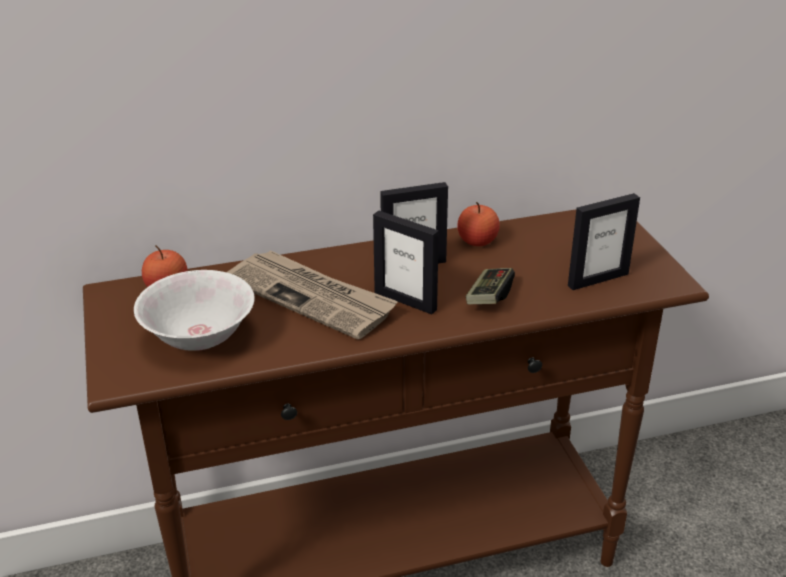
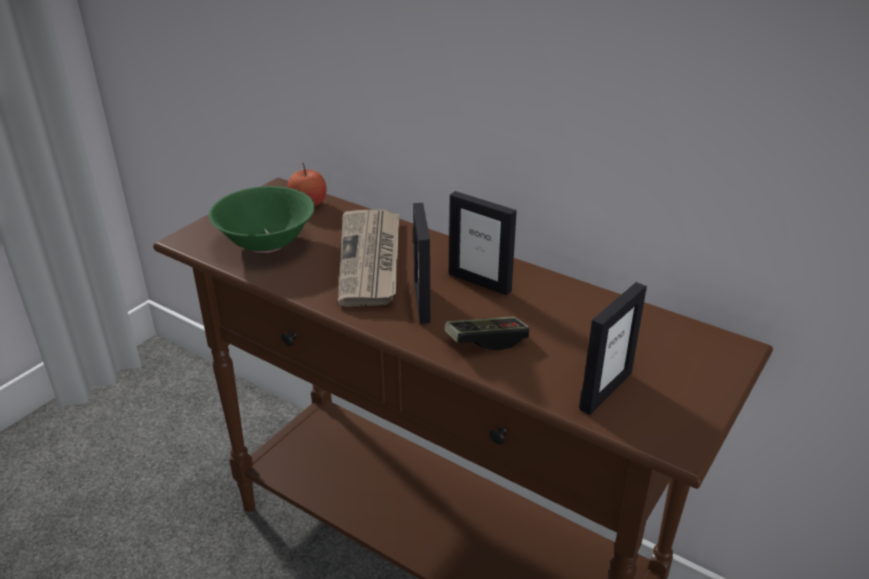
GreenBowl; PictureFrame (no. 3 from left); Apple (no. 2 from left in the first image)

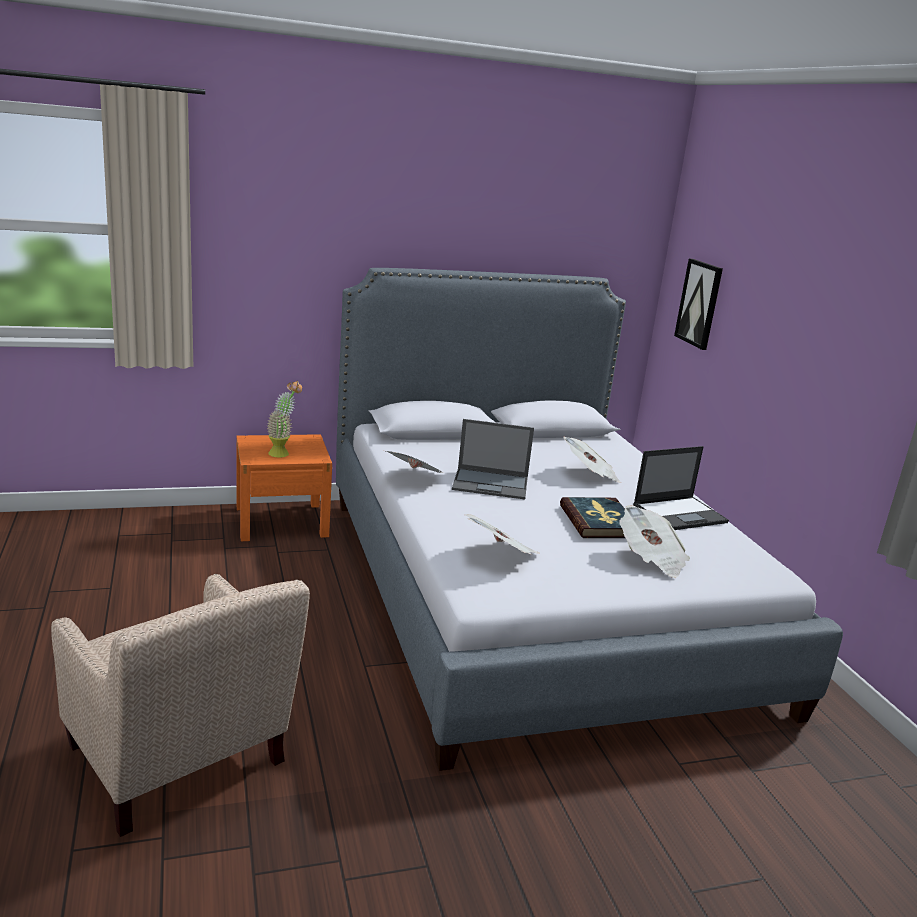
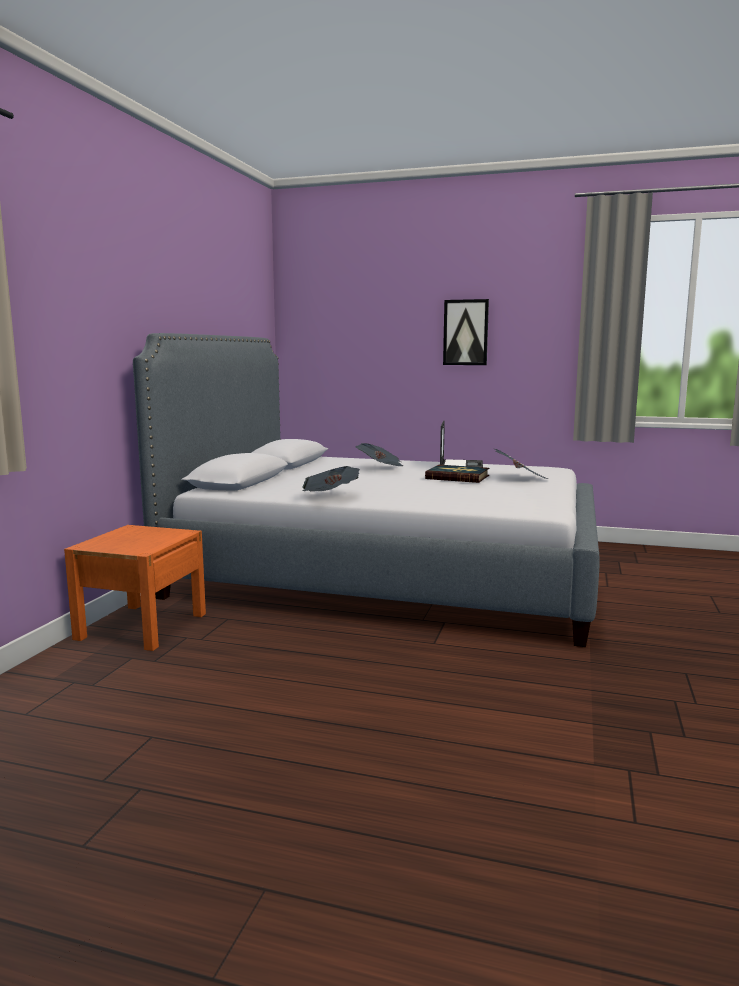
Picture; BeigeArmchair; PottedPlant; Laptop (no. 1 from left in the first image); Newspaper (no. 2 from left in the first image)

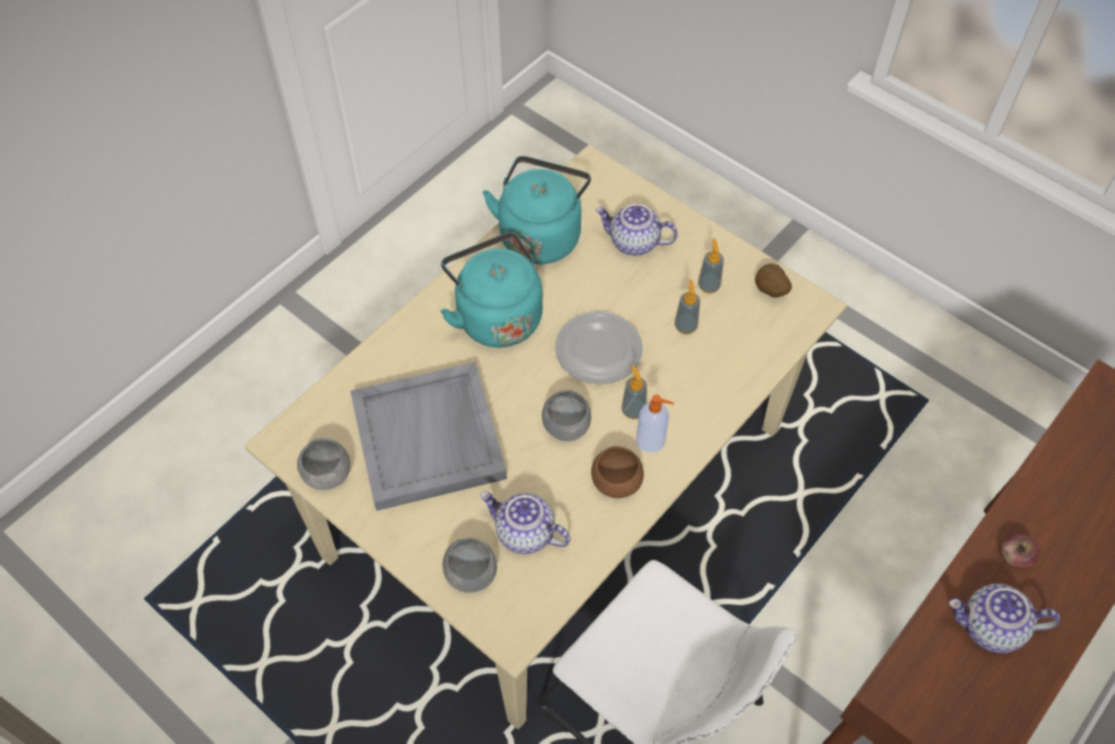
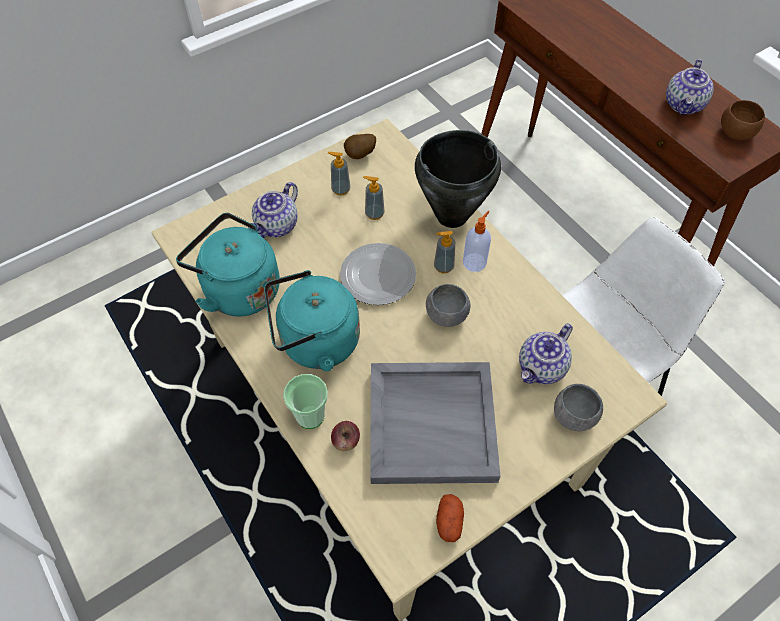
Cup; Apple; BlackCookingPot; Potato (no. 2 from left); BrownBowl

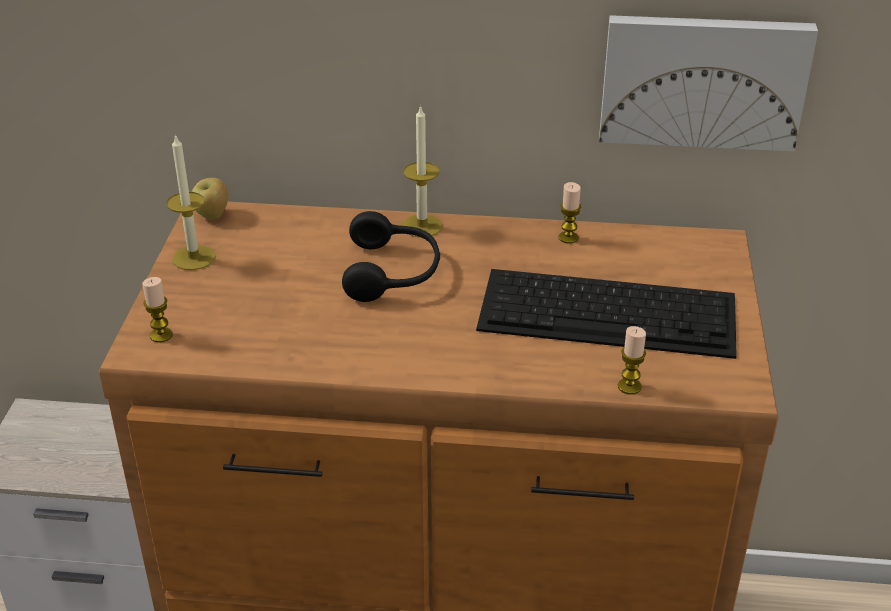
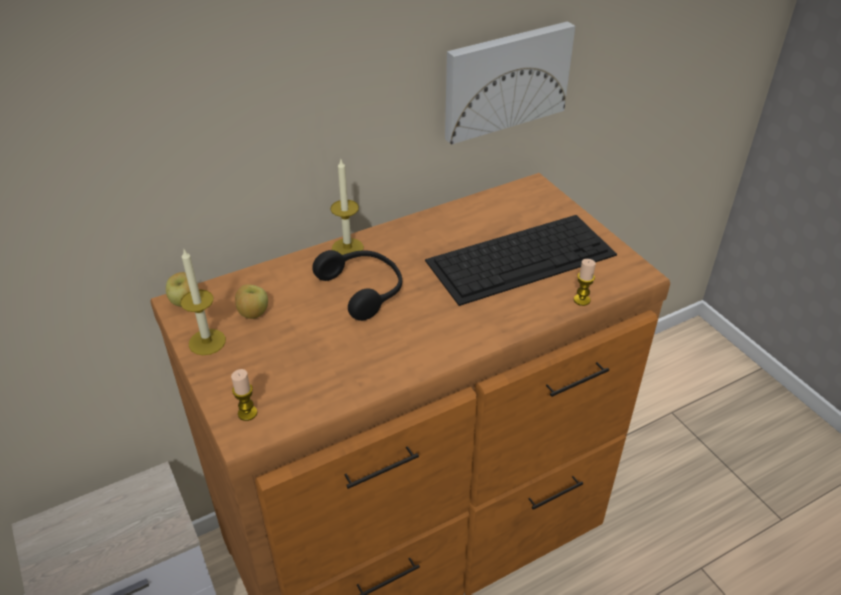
Apple (no. 2 from left); Candle (no. 4 from left in the first image)

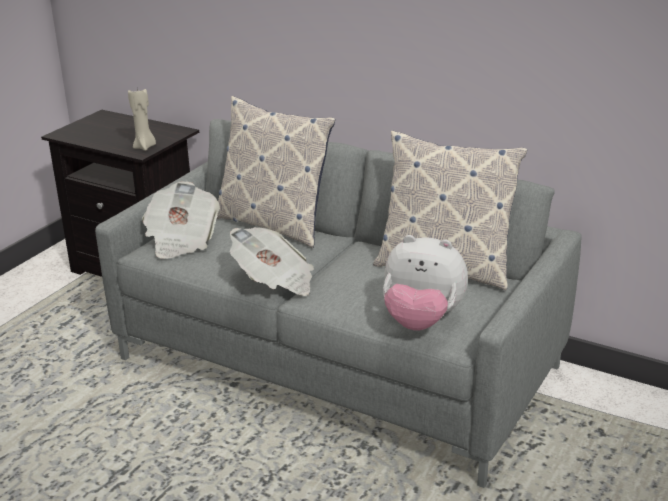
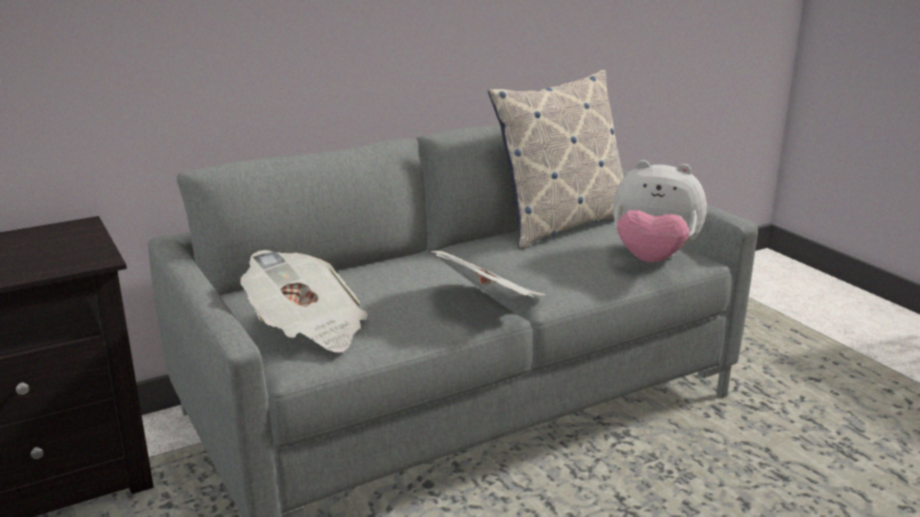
PlushToy; BeigeCandle; Pillow (no. 1 from left in the first image)

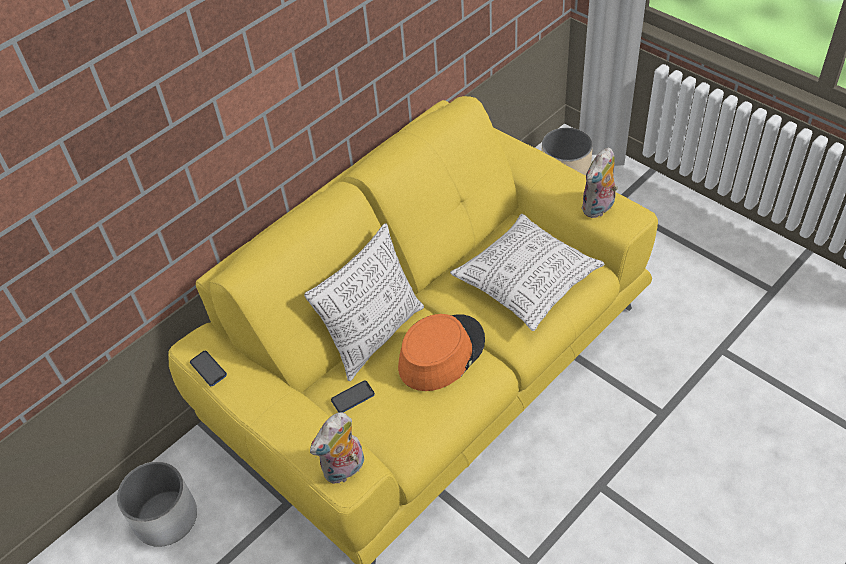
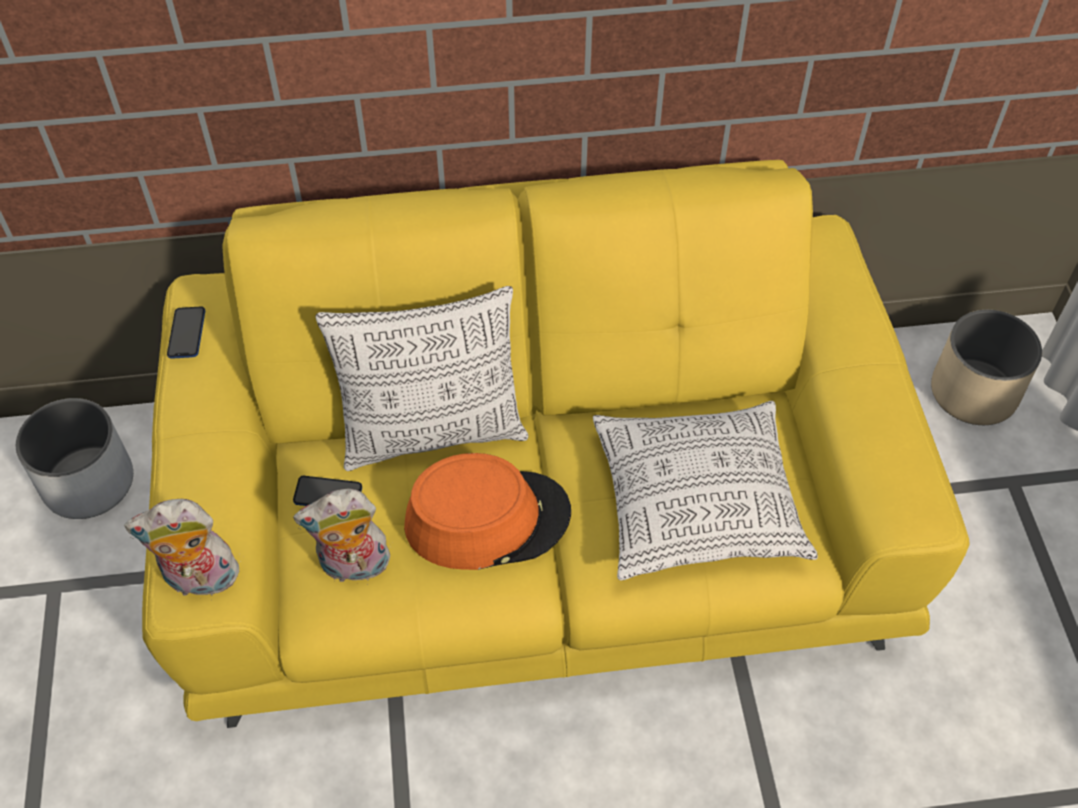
PlushToy (no. 2 from left)

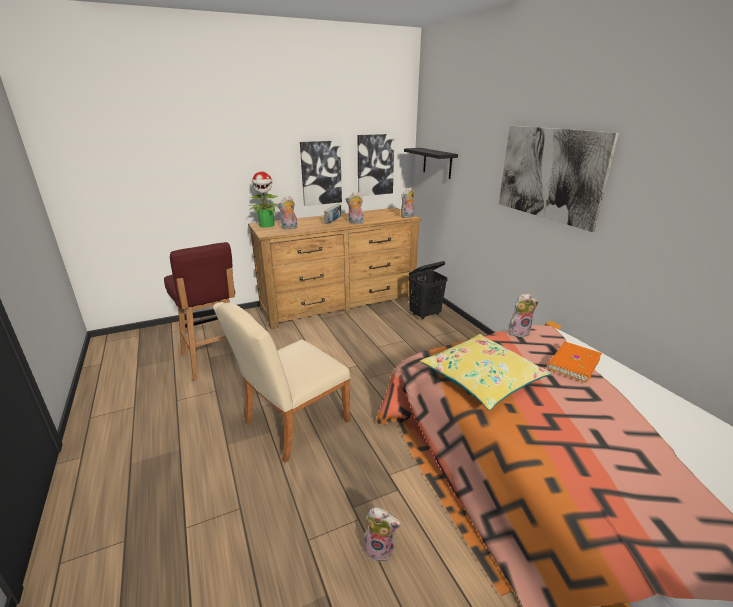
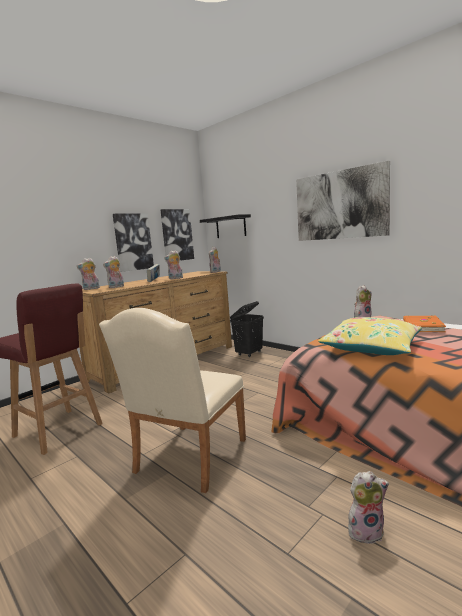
PlushToy (no. 1 from left)

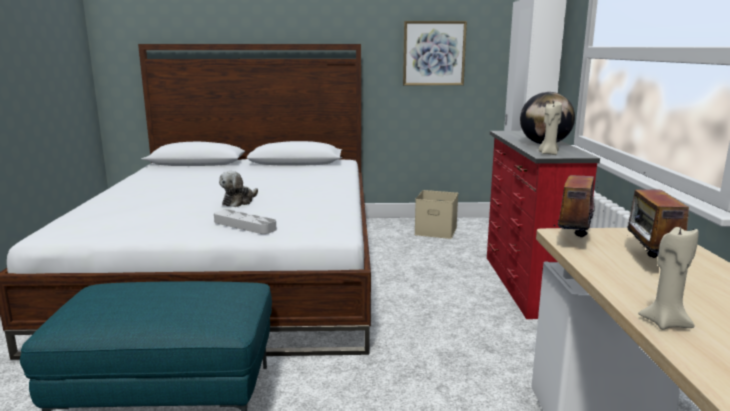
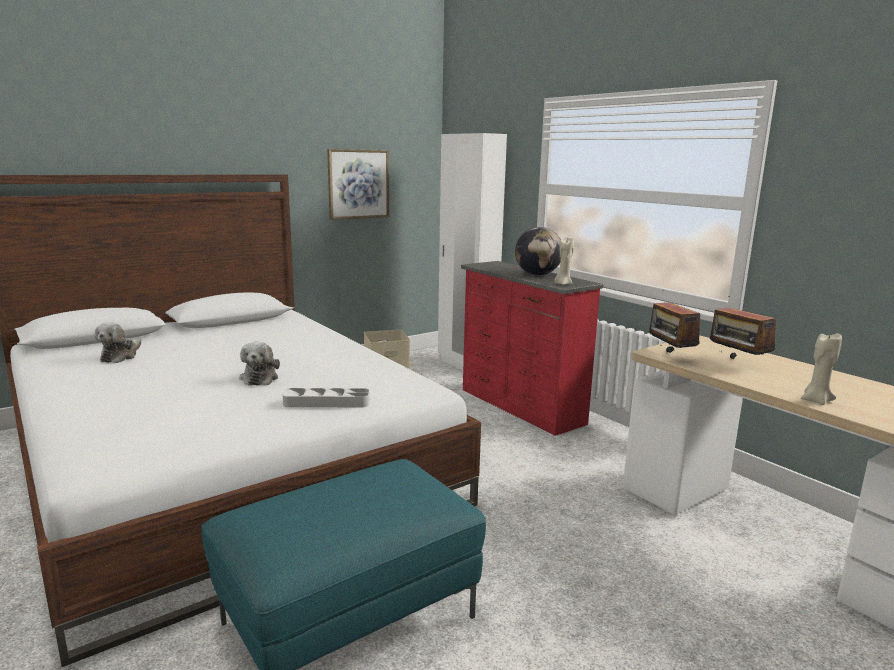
PlushToy (no. 1 from left)

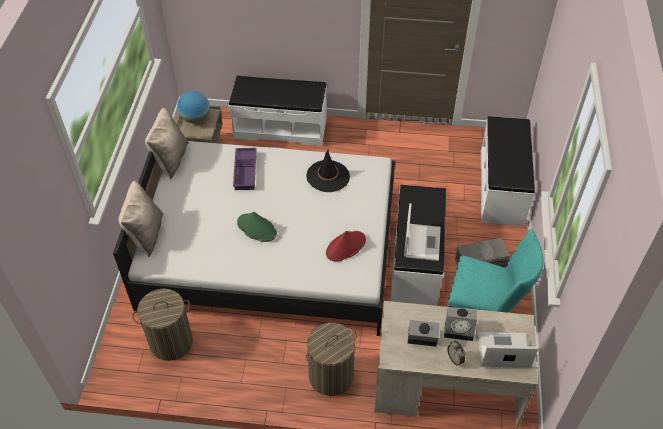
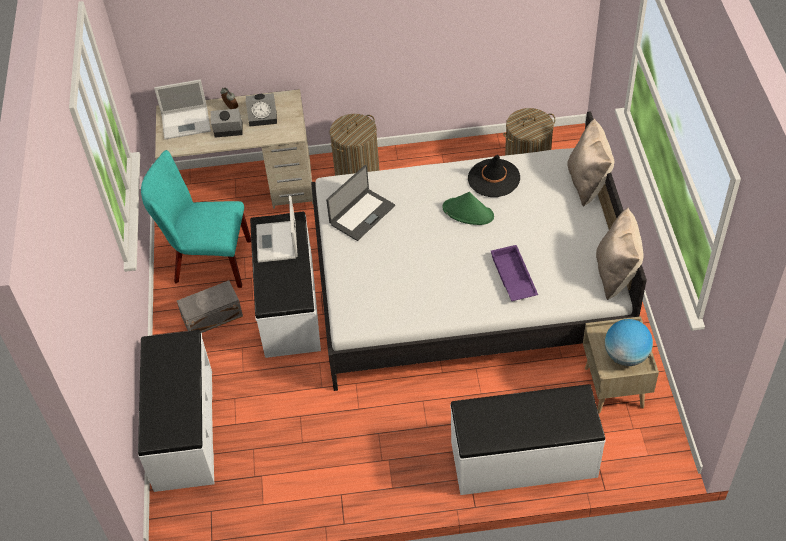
Laptop (no. 3 from left); BlackHat

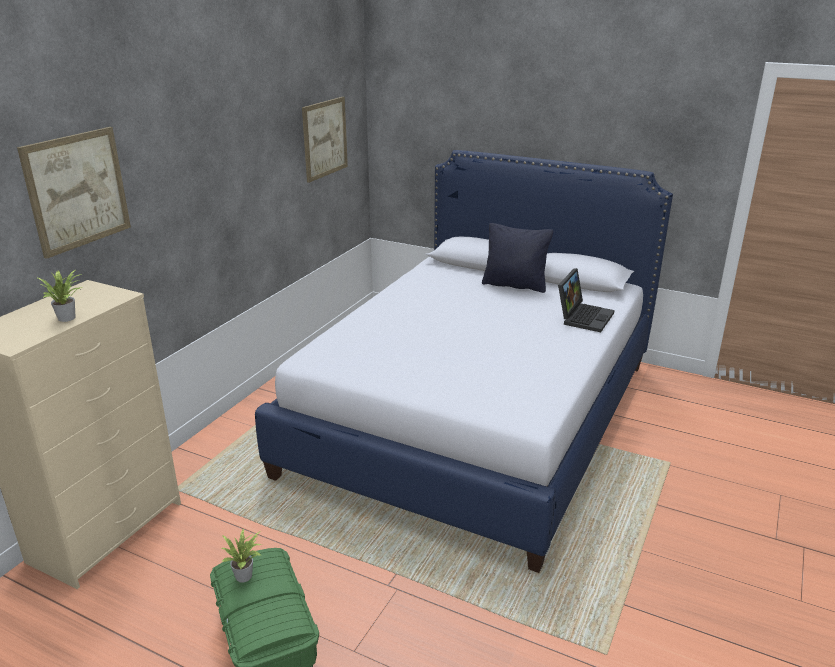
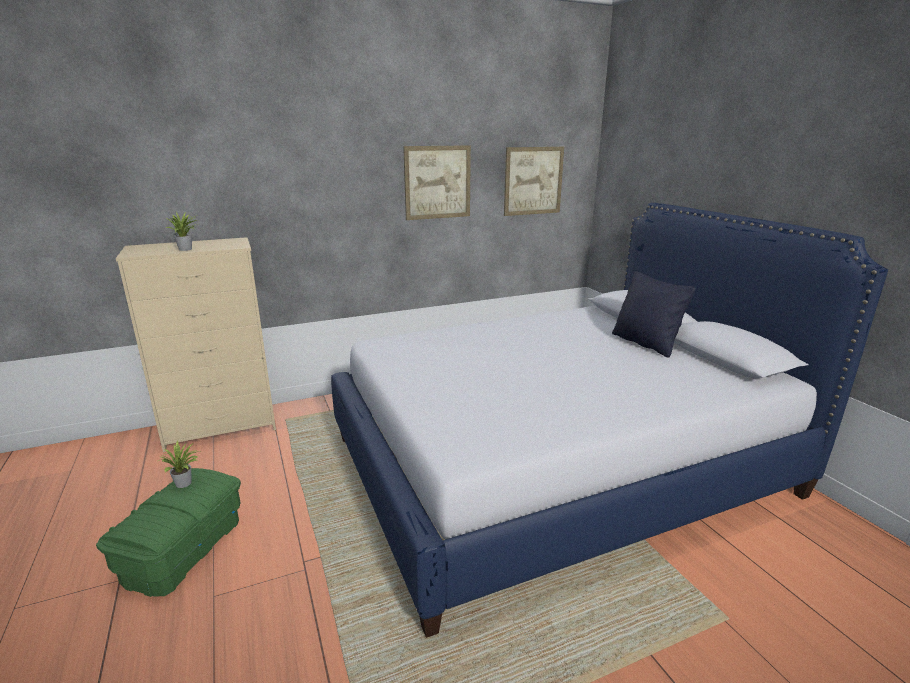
Picture (no. 1 from left); Laptop

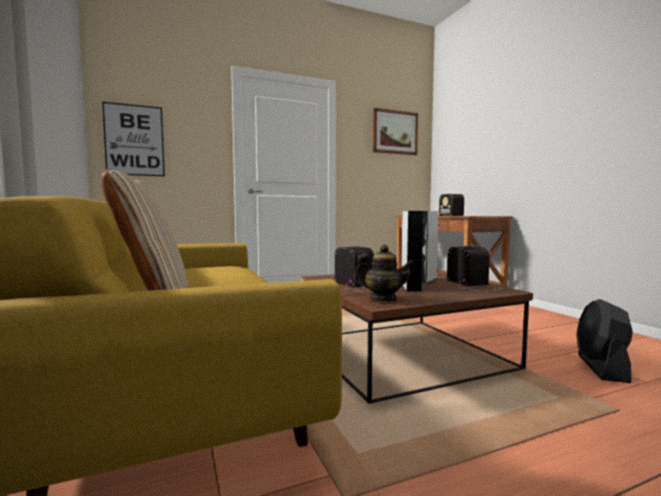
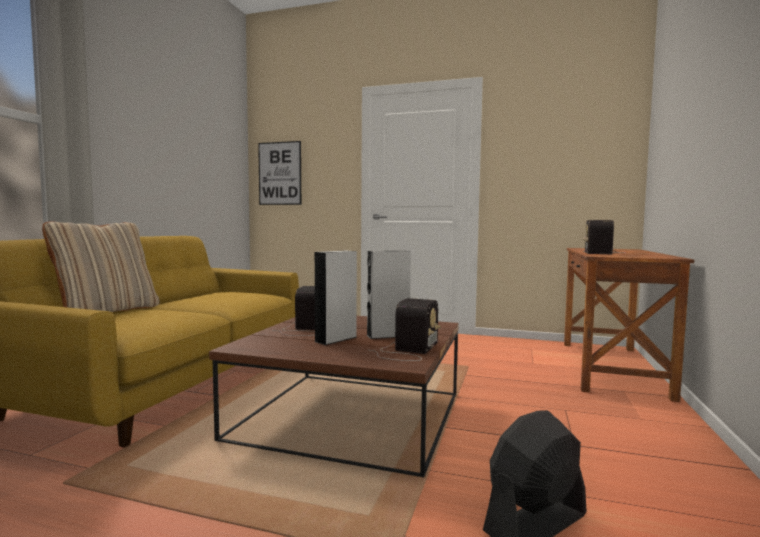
Teapot; Picture (no. 2 from left in the first image)

